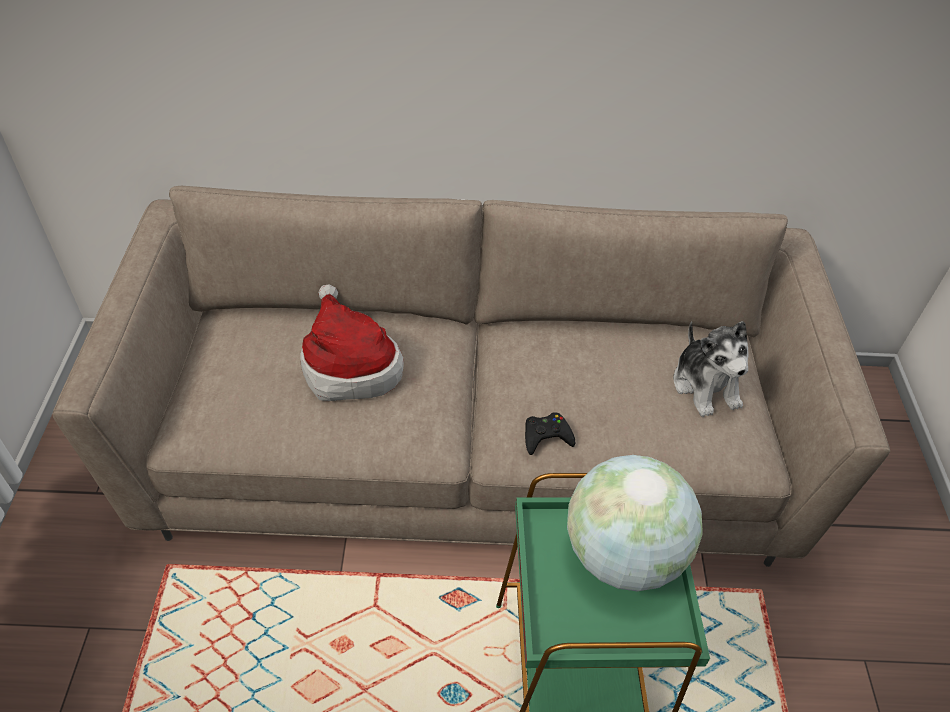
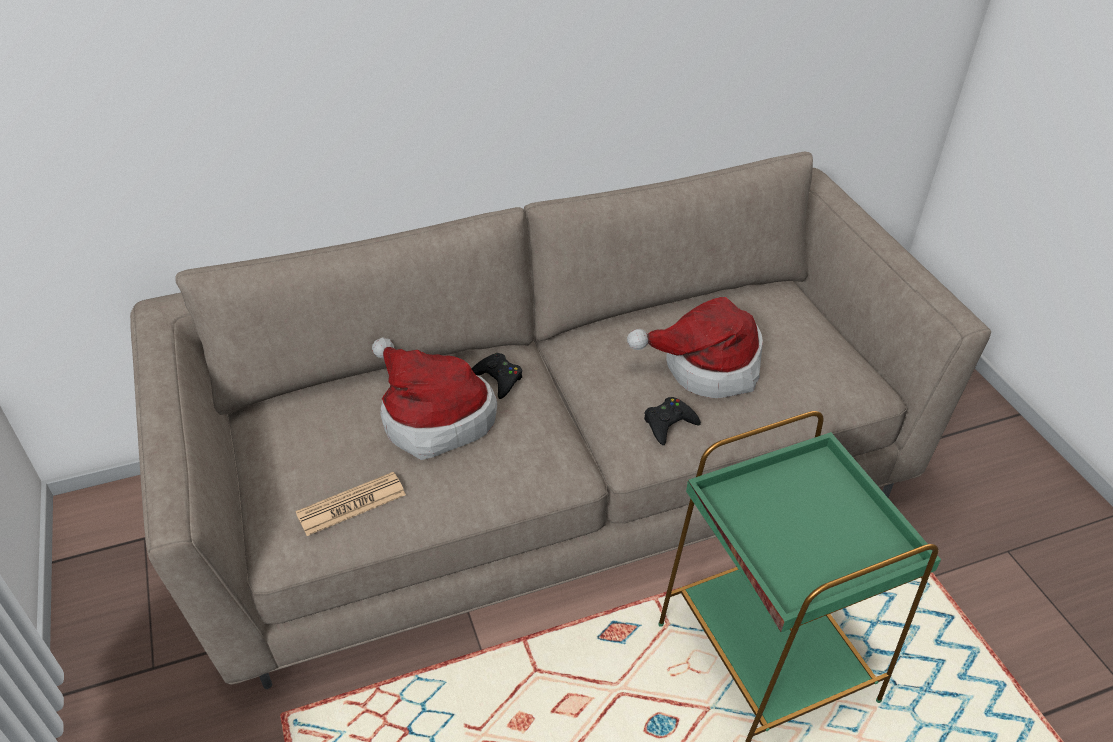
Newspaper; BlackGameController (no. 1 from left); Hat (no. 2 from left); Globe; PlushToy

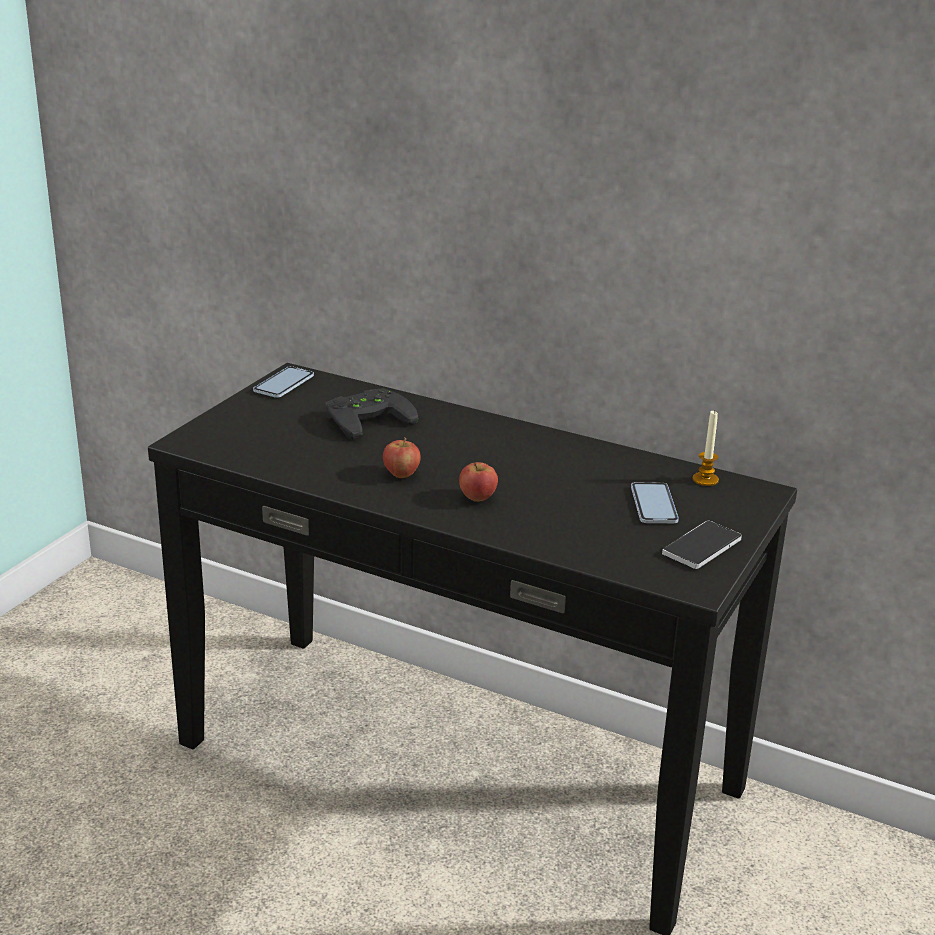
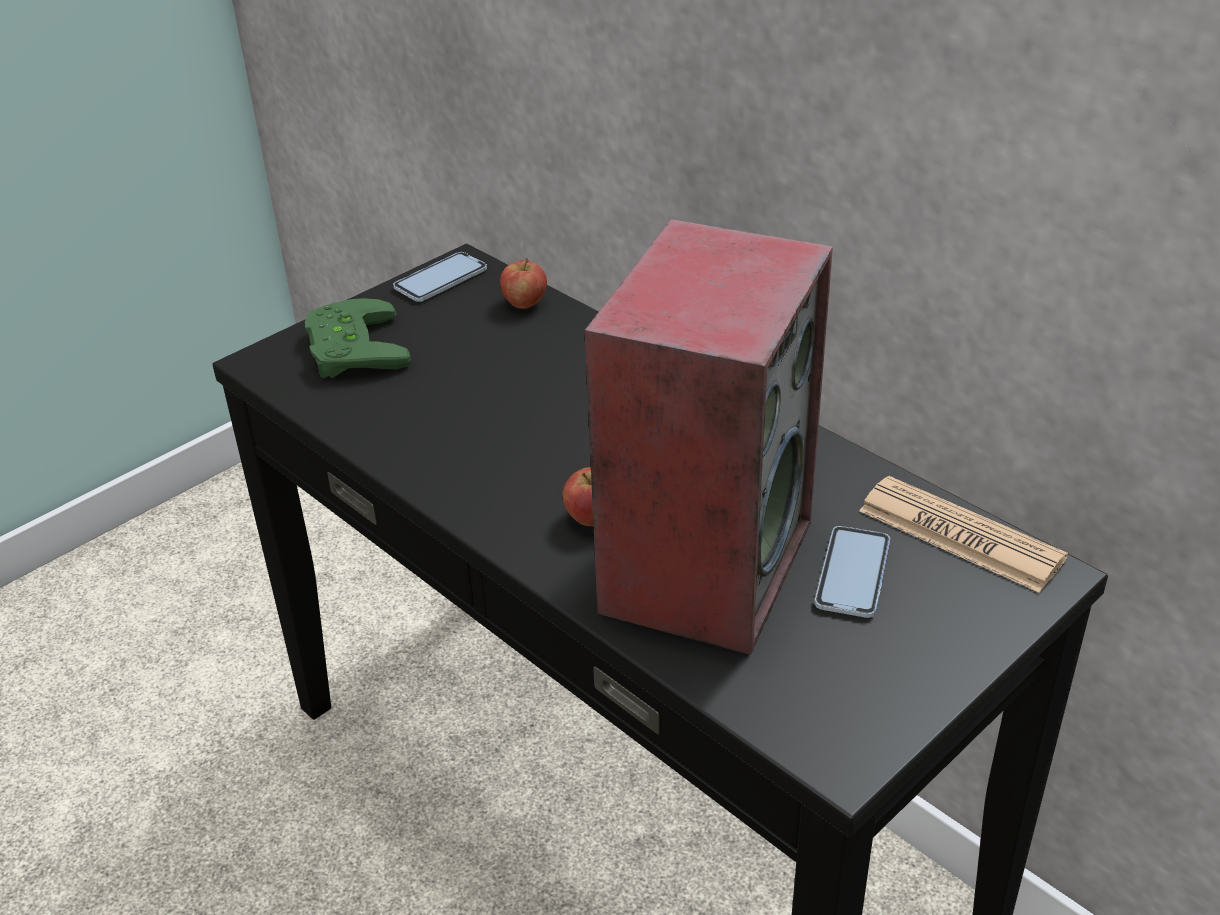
GreenGameController; Apple (no. 1 from left); Speaker; Newspaper; BlackGameController; Phone (no. 3 from left in the first image)

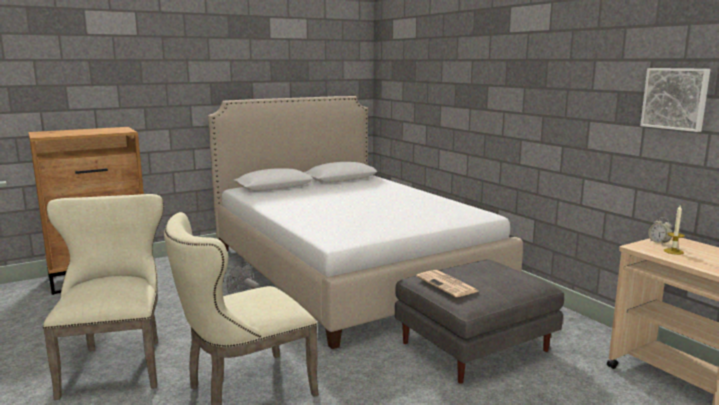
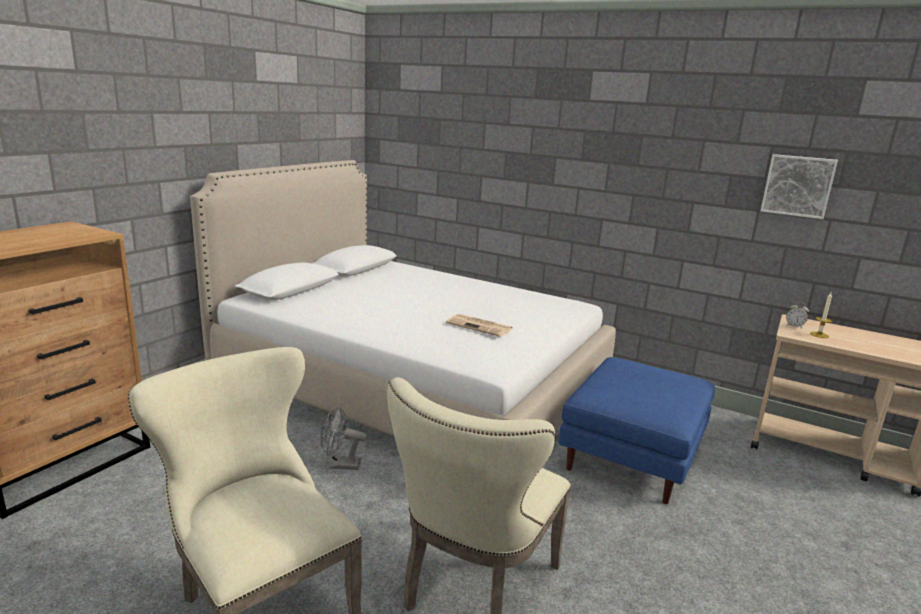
Newspaper; BlueOttoman

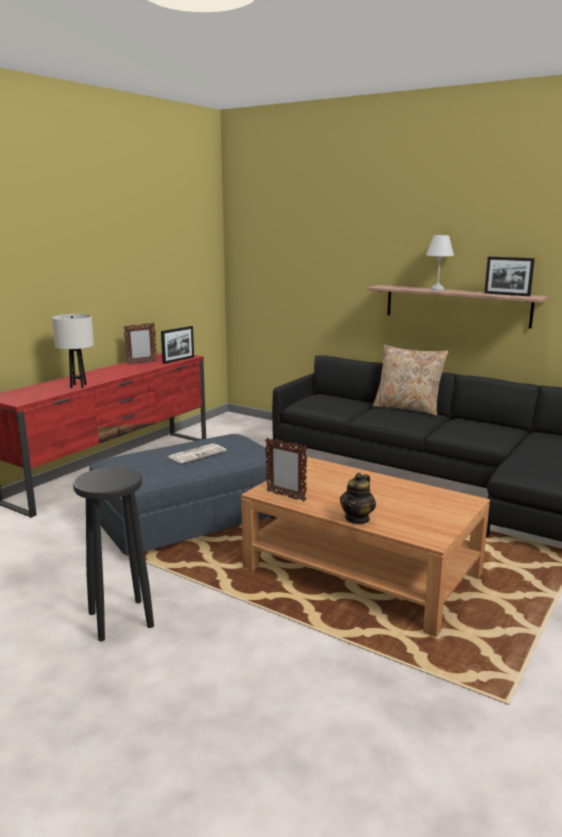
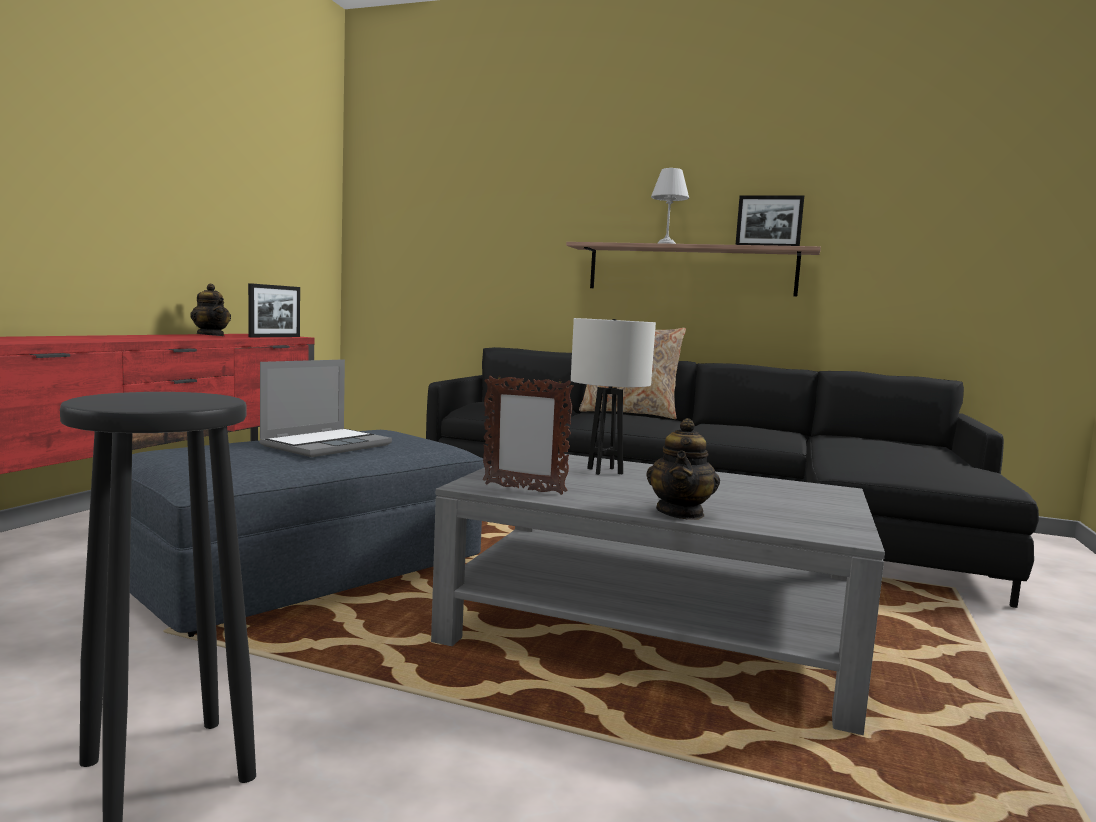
Teapot (no. 1 from left); Laptop; GreyCoffeeTable; WhiteTableLamp (no. 1 from left)

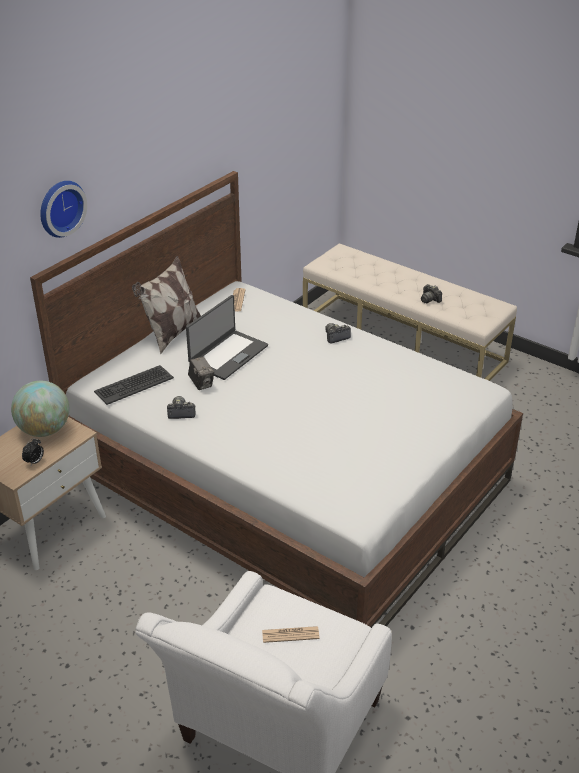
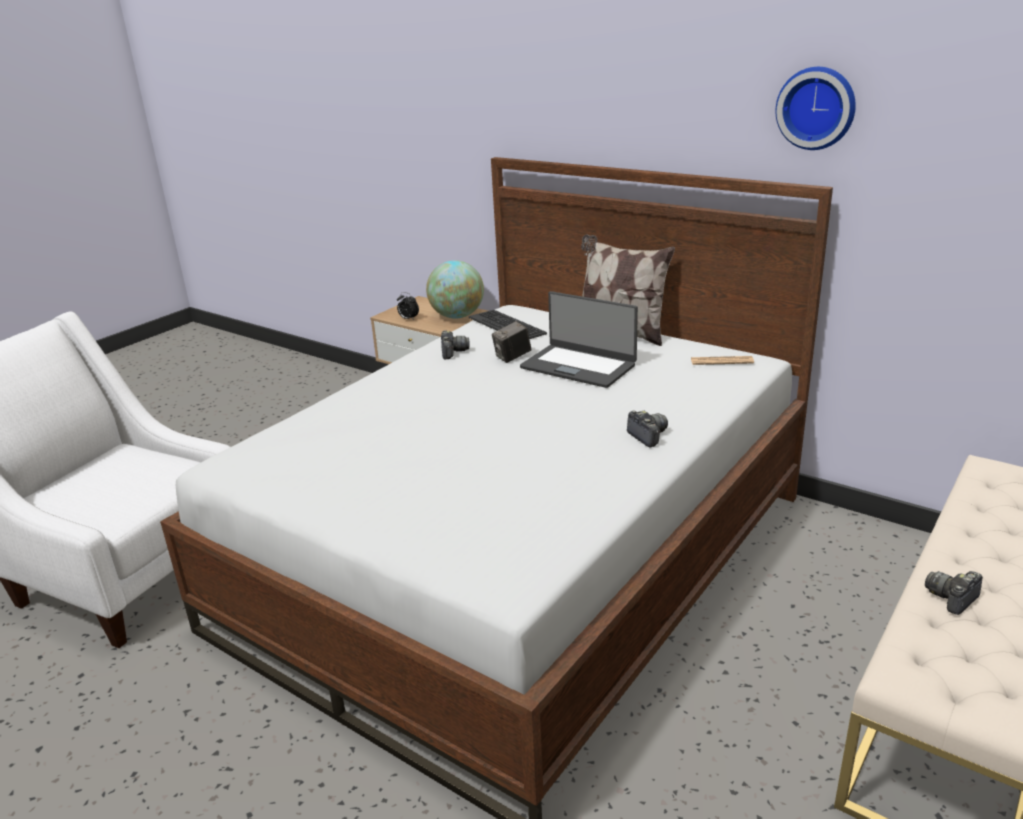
WallClock; Newspaper (no. 2 from left in the first image)

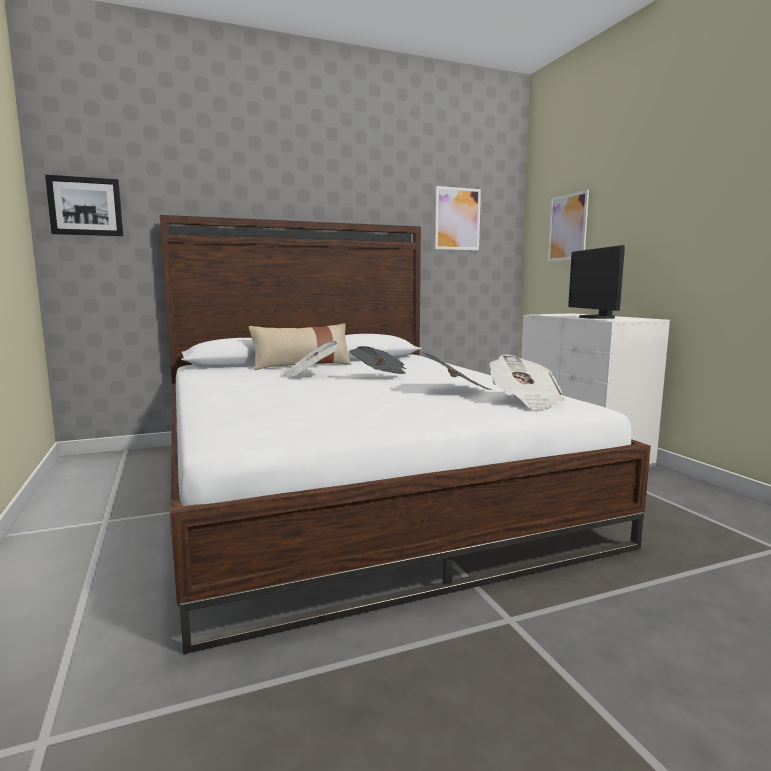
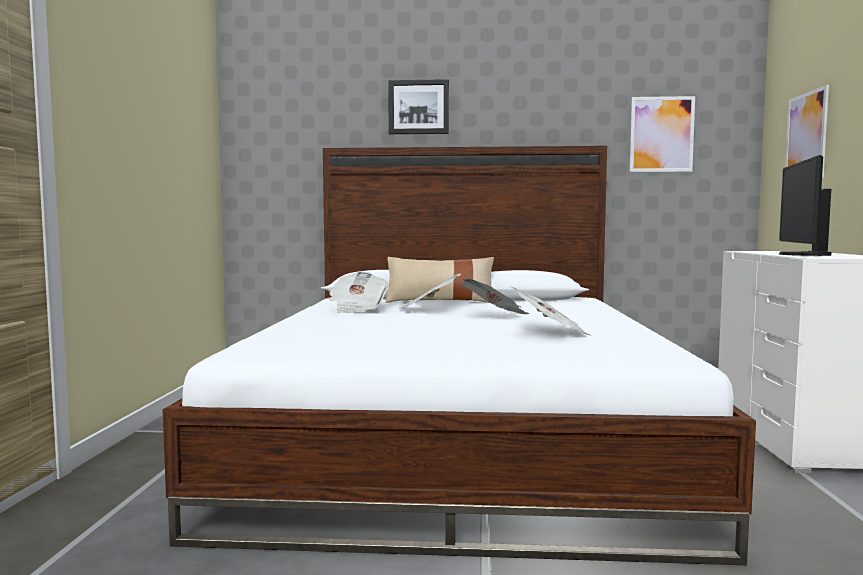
Newspaper (no. 1 from left); Picture (no. 1 from left)

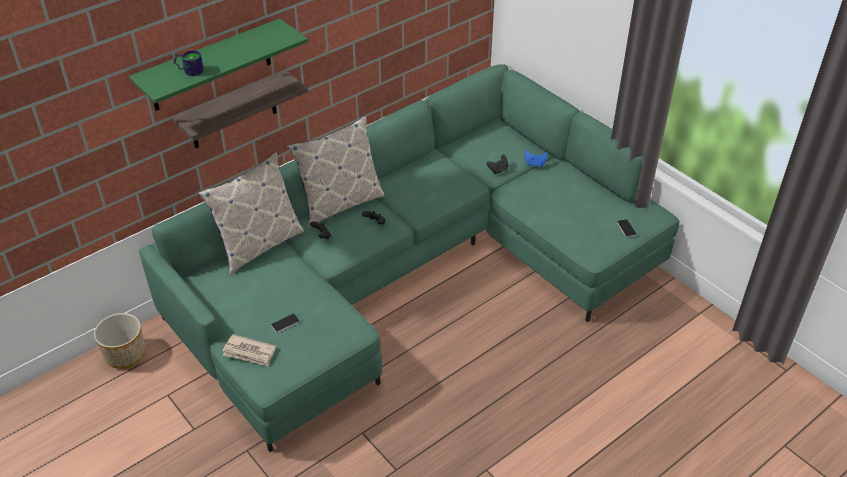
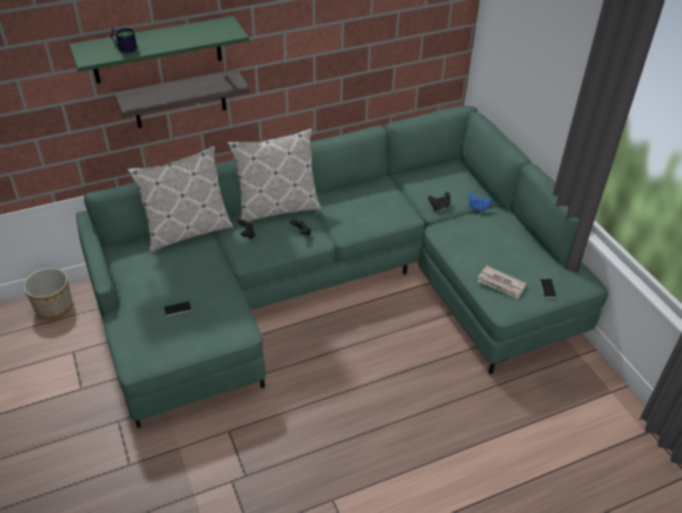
Newspaper

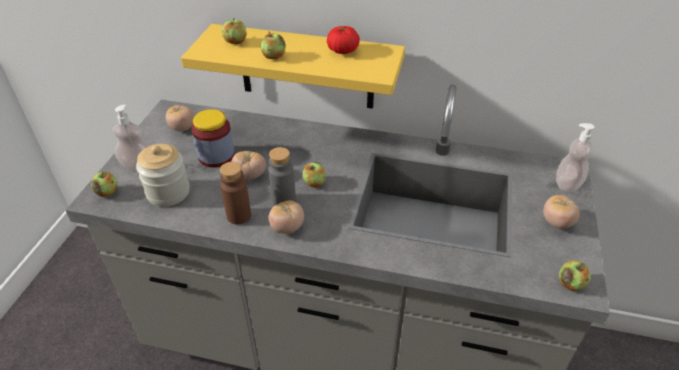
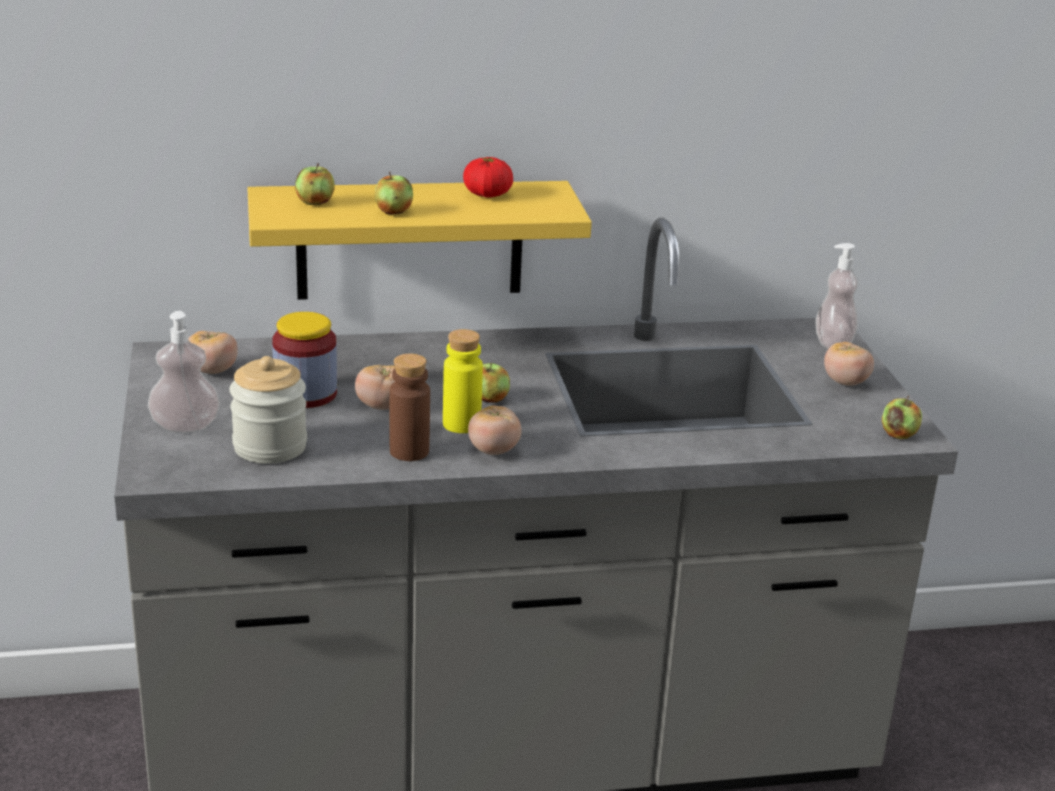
YellowBottle; Apple (no. 1 from left in the first image)

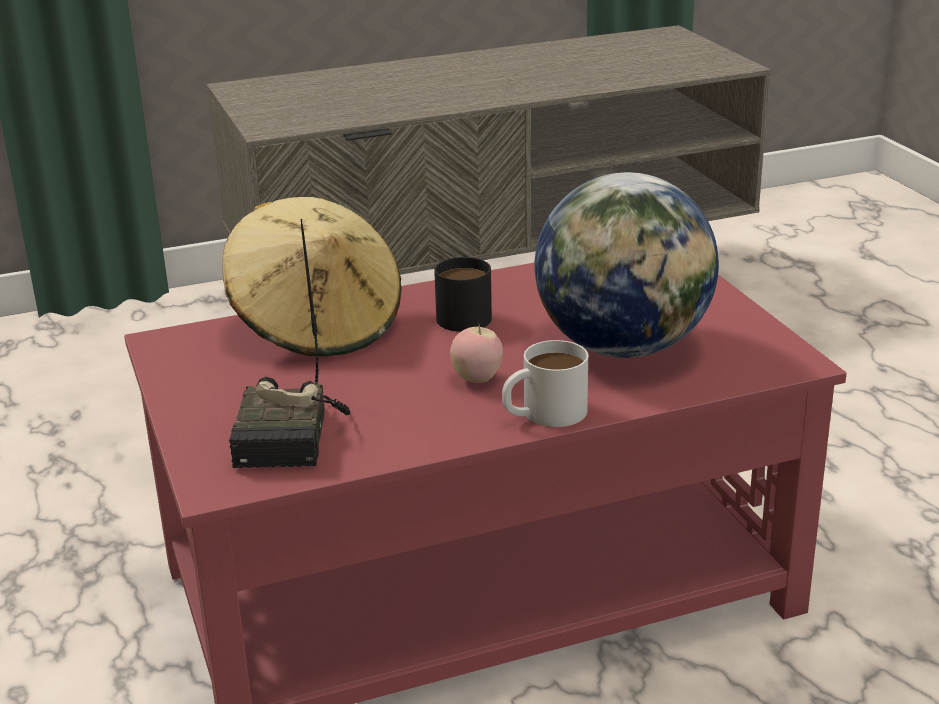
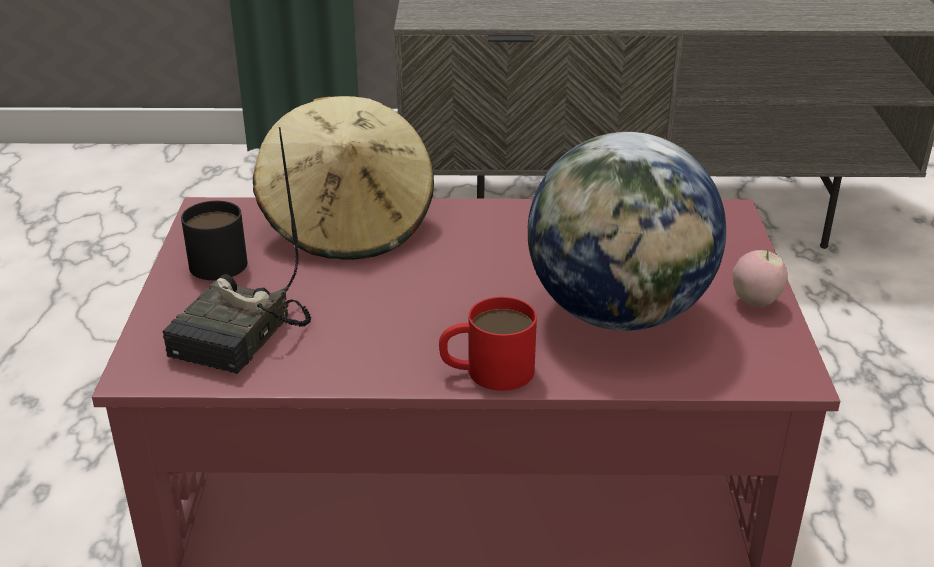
BlackMug; RedMug; Apple

